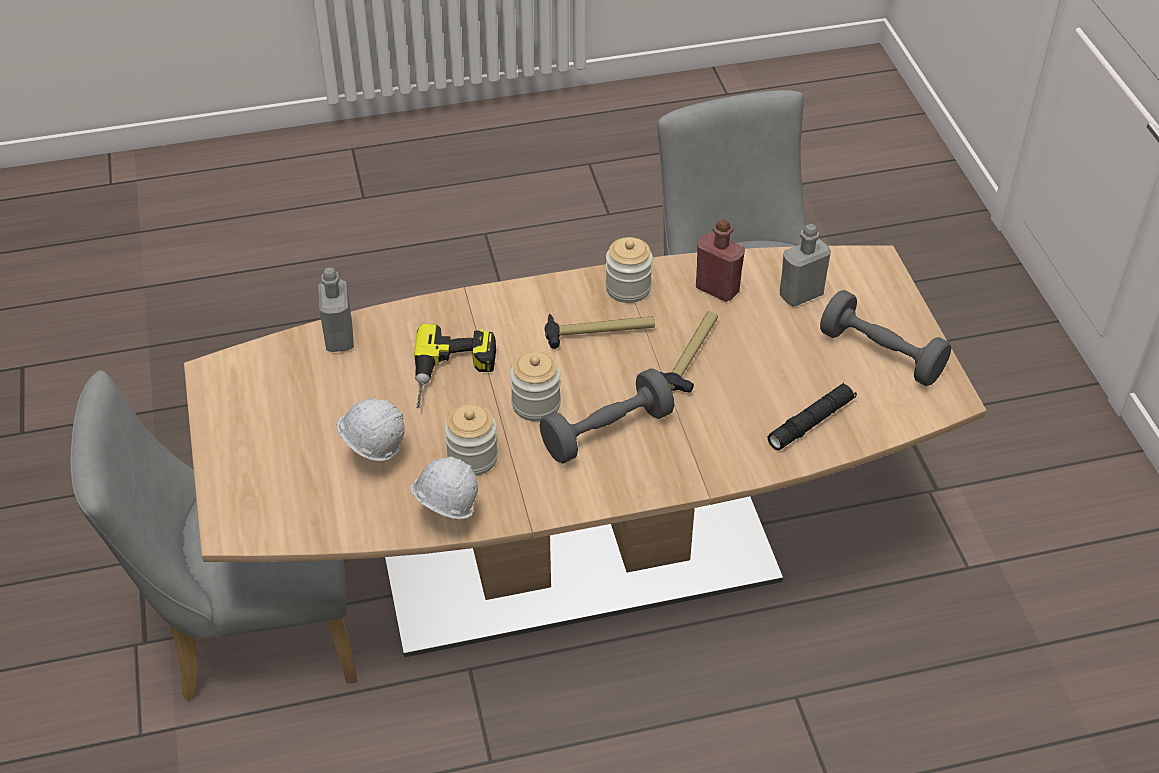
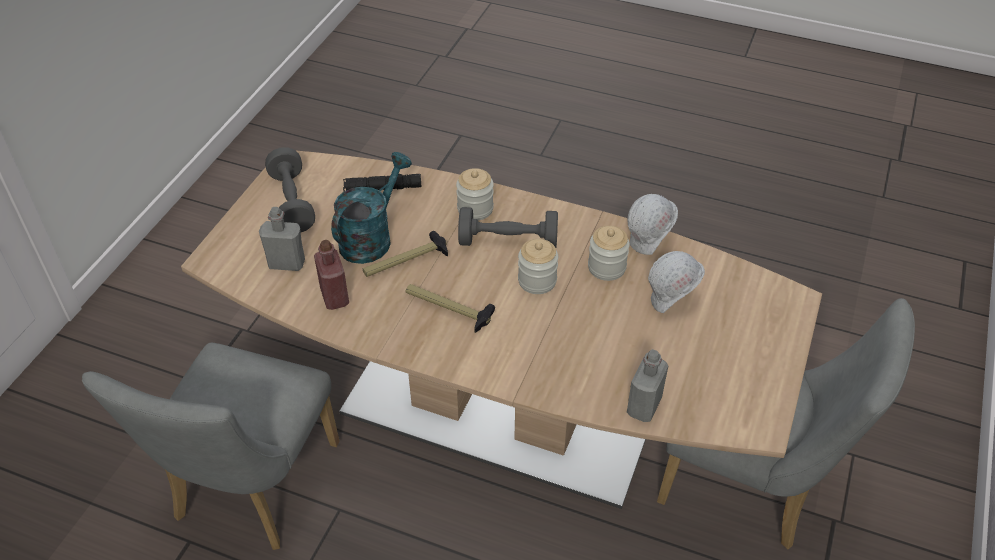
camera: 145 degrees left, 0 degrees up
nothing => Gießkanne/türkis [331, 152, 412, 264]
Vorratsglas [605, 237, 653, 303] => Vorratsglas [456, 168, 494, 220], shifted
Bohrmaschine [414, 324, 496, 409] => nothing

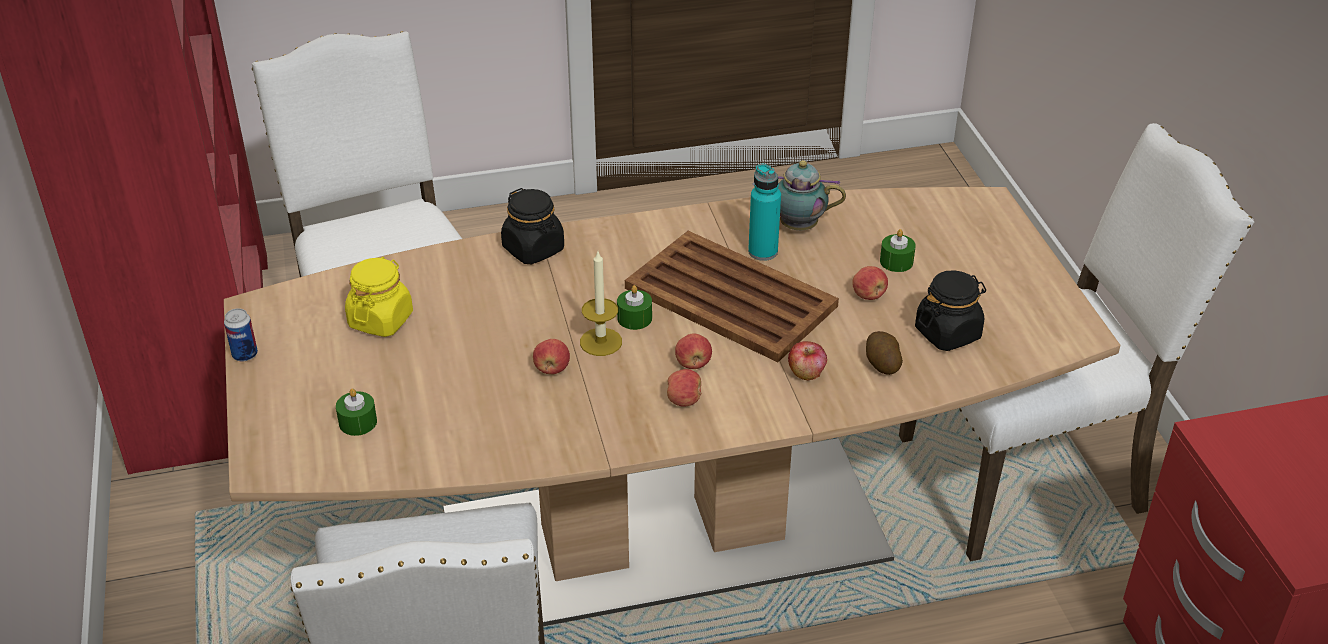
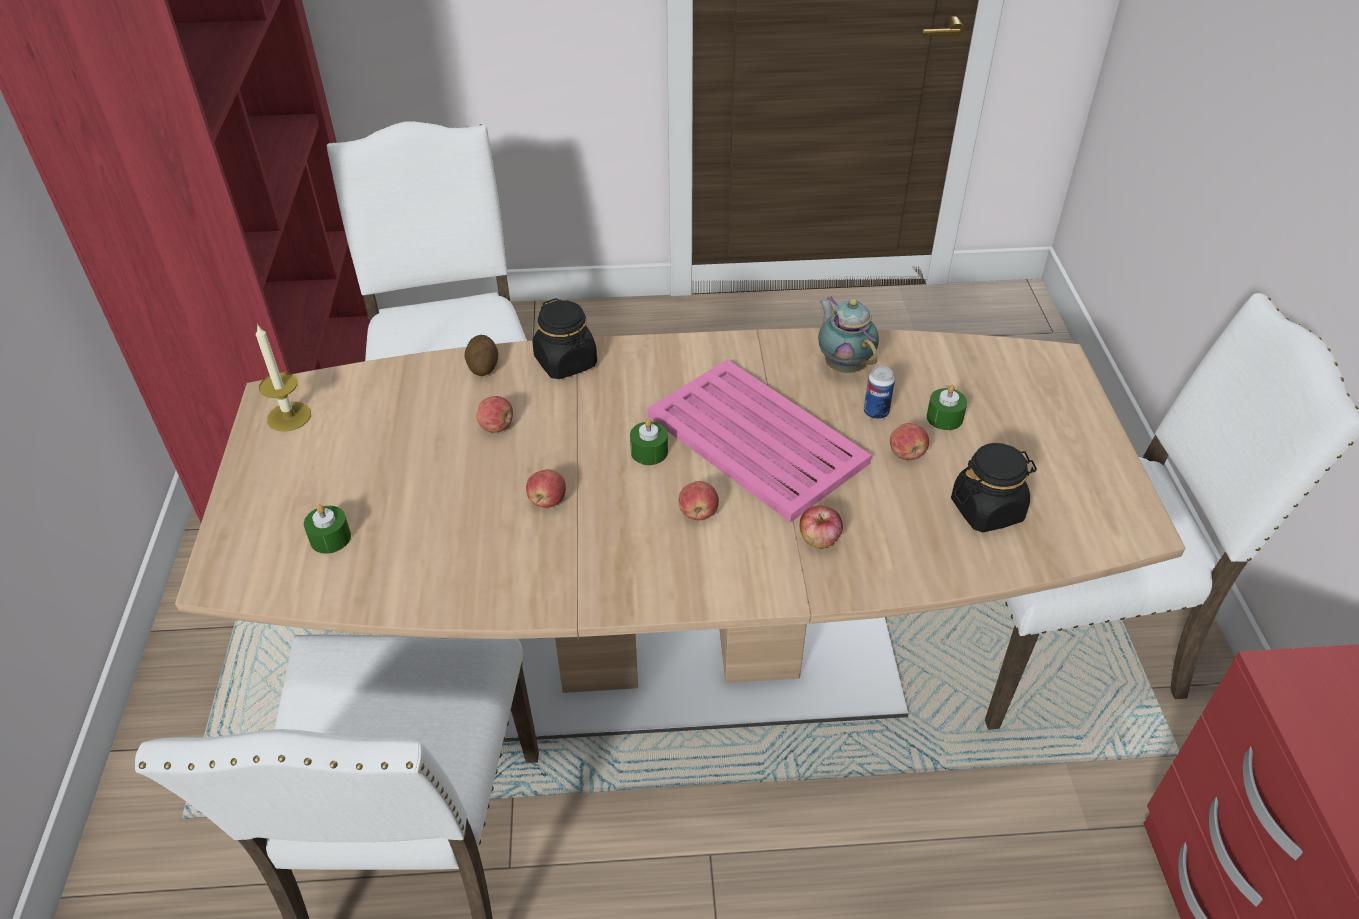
camera: 10 degrees right, 5 degrees up
Kerze [580, 252, 622, 356] => Kerze [256, 324, 311, 432], shifted
Kartoffel [866, 331, 903, 375] => Kartoffel [464, 335, 498, 376], shifted
Apfel [667, 369, 702, 407] => Apfel [476, 396, 513, 433], shifted
Tablett/braun [625, 231, 839, 362] => Tablett/rosa [647, 359, 872, 523]
Teekanne [752, 160, 846, 230] => Teekanne [818, 296, 879, 373], 45 degrees clockwise
Dose [224, 308, 258, 361] => Dose [864, 366, 895, 419], shifted
Vorratsglas/gelb [345, 257, 413, 337] => nothing
Flasche/türkis [748, 163, 781, 261] => nothing

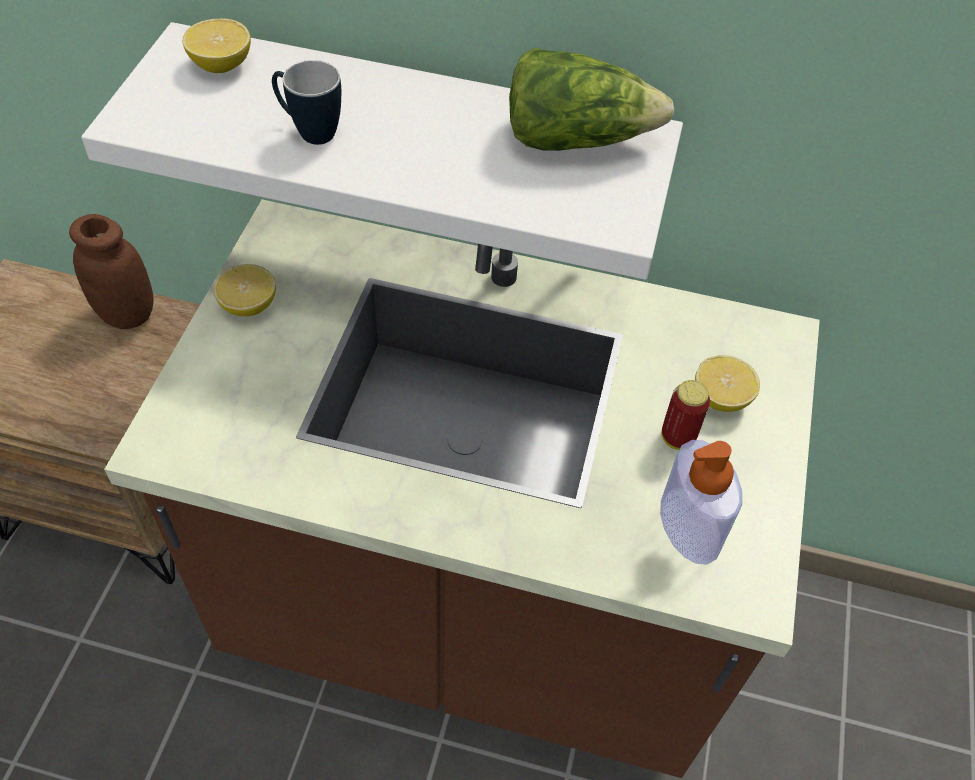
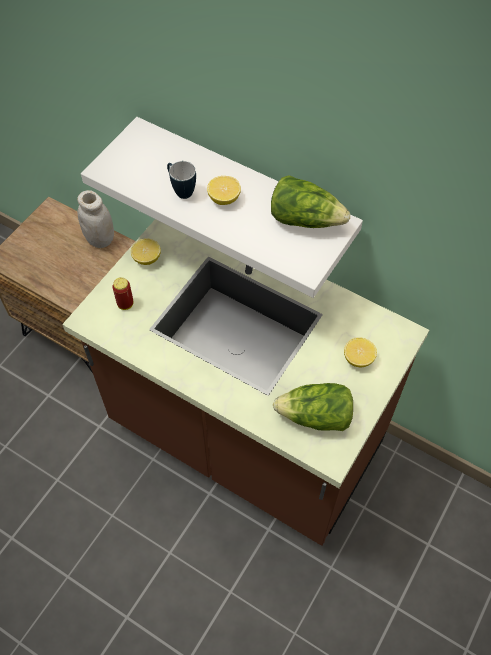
camera: 20 degrees right, 5 degrees up
Vorratsglas/braun [69, 214, 154, 329] => Vorratsglas/weiß [77, 190, 114, 248]
Dose [661, 380, 710, 450] => Dose [112, 277, 133, 310], shifted
Zitrone [182, 19, 251, 73] => Zitrone [207, 176, 241, 205], shifted
Seifenspender [660, 440, 742, 565] => Salatkopf [273, 383, 353, 431]

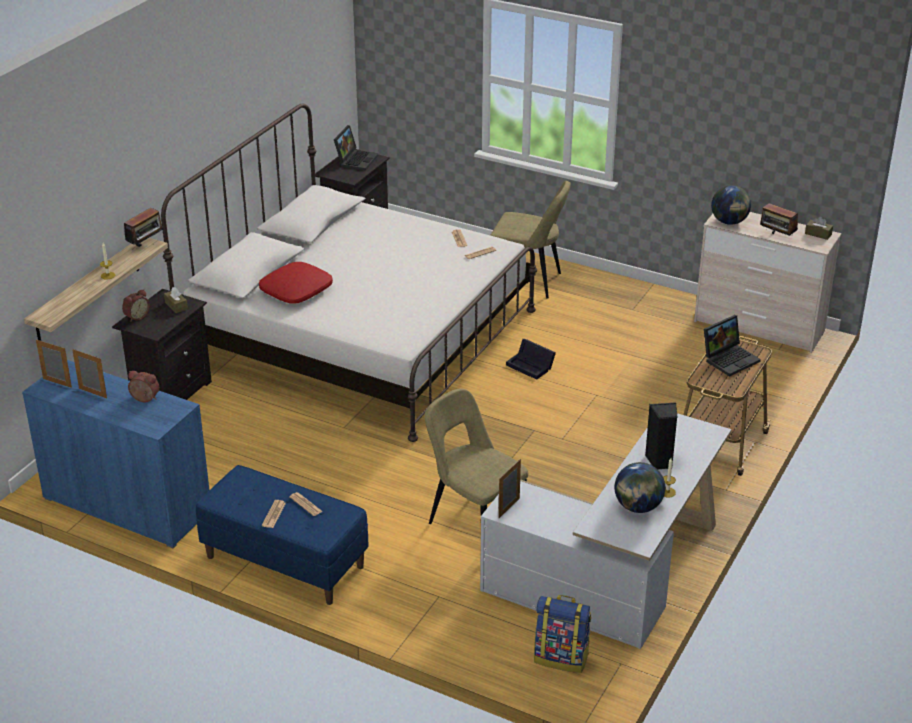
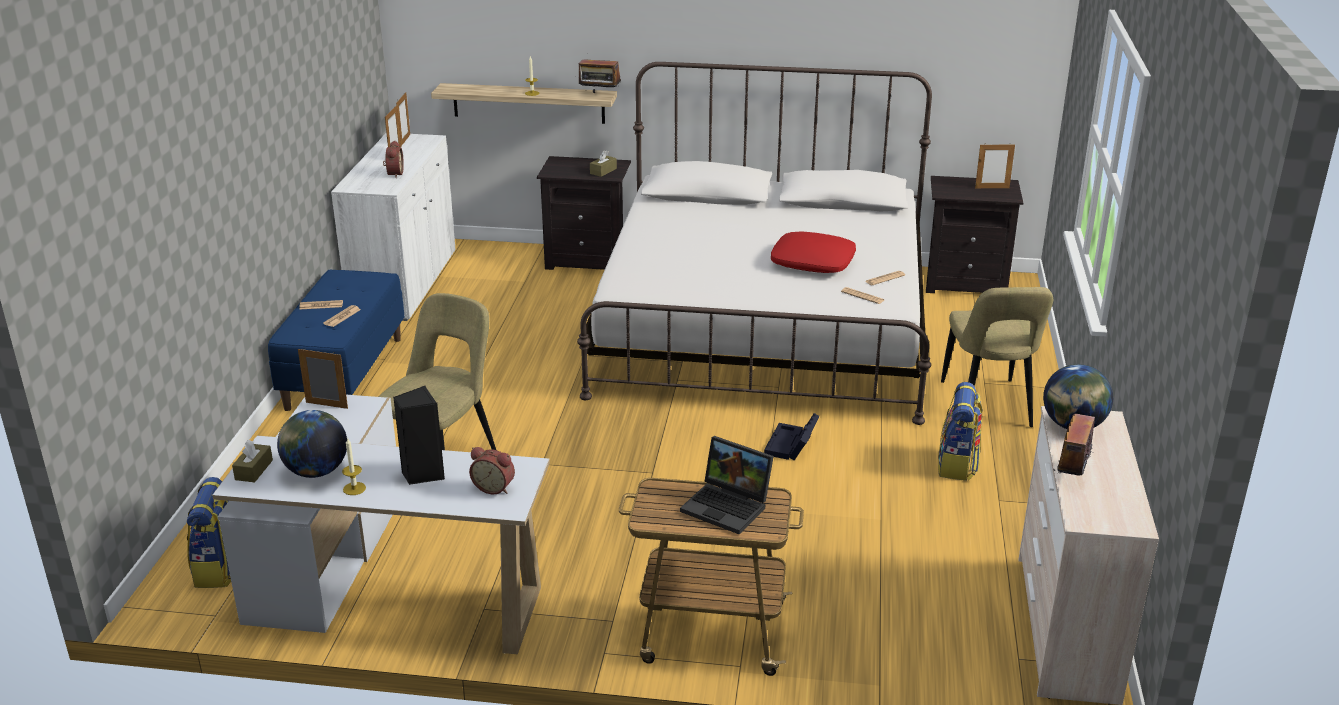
camera: 70 degrees right, 5 degrees down
Taschentuchbox/braun [805, 216, 833, 240] => Taschentuchbox/braun [232, 440, 273, 482], shifted
Schrank/blau [22, 360, 209, 548] => Schrank/weiß [331, 133, 456, 321]
Wecker [122, 289, 150, 322] => Wecker [469, 447, 515, 494], shifted
Kissen/rot [259, 262, 333, 304] => Kissen/rot [771, 231, 856, 273], shifted
nothing => Rucksack [938, 382, 983, 481]
Laptop [334, 125, 378, 171] => Bilderrahmen [975, 144, 1015, 188]

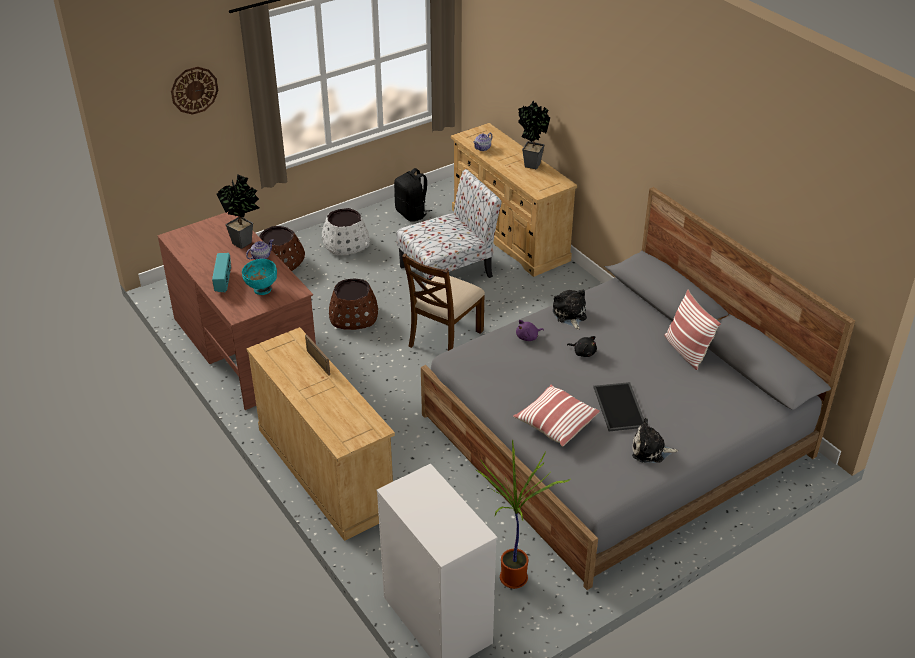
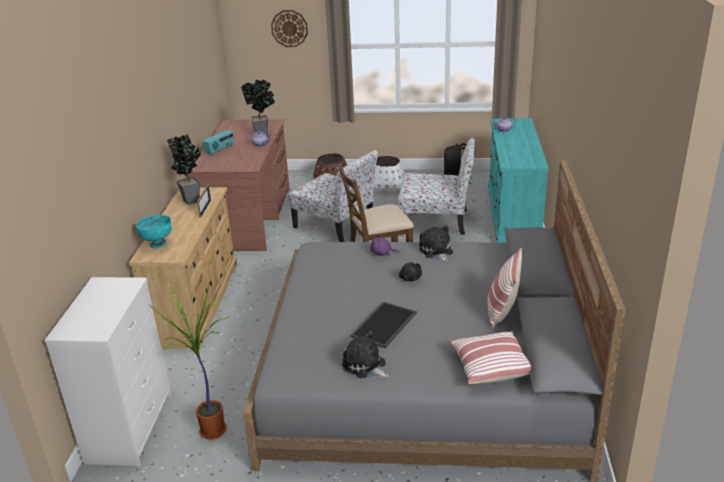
camera: 40 degrees right, 10 degrees down
Schüssel/türkis [242, 259, 277, 295] => Schüssel/türkis [136, 215, 172, 248], shifted
Topfpflanze [518, 100, 550, 169] => Topfpflanze [167, 134, 201, 205], shifted
Pflanzkübel/braun [329, 278, 378, 330] => Stuhl [288, 150, 378, 242]
Plüschtier [553, 289, 587, 330] => Plüschtier [419, 225, 453, 263], 45 degrees counterclockwise
Kissen [513, 385, 600, 447] => Kissen [449, 331, 531, 384], shifted
Kommode/beige [451, 123, 577, 277] => Kommode/türkis [488, 118, 549, 243]

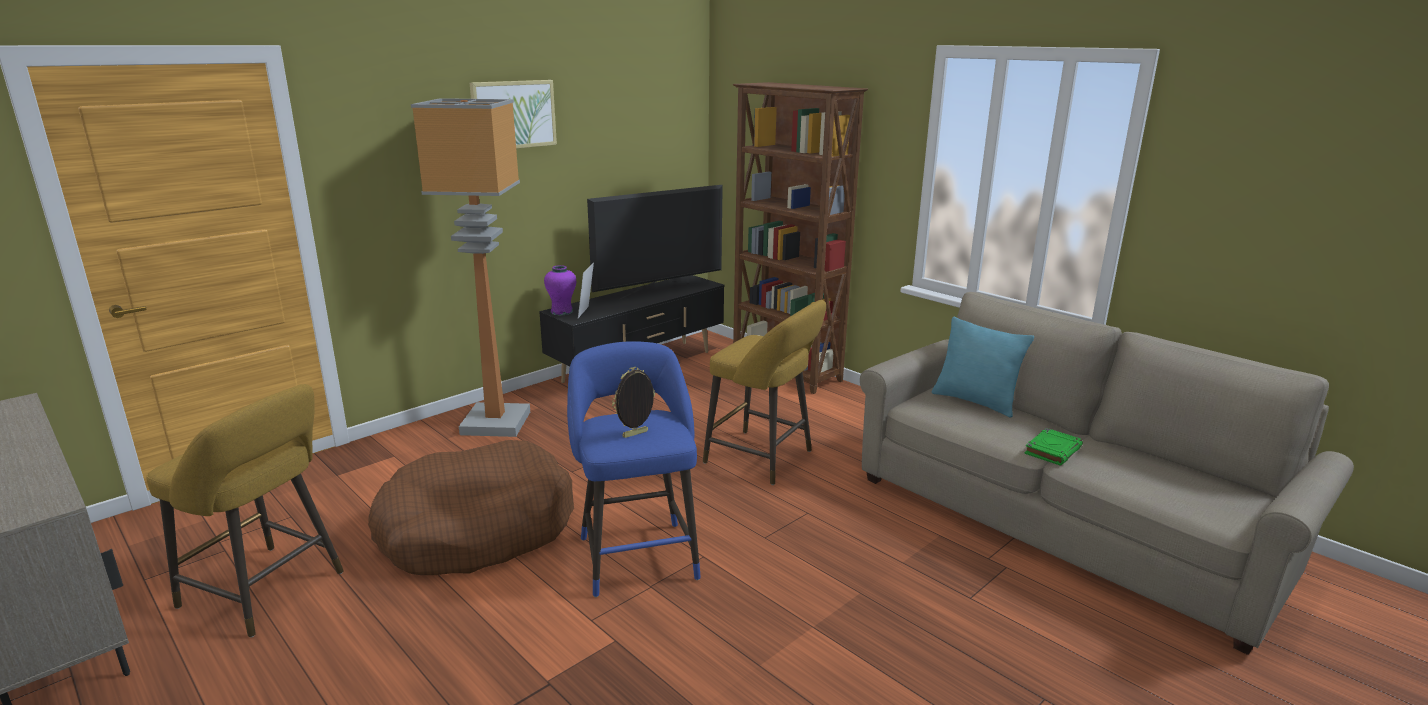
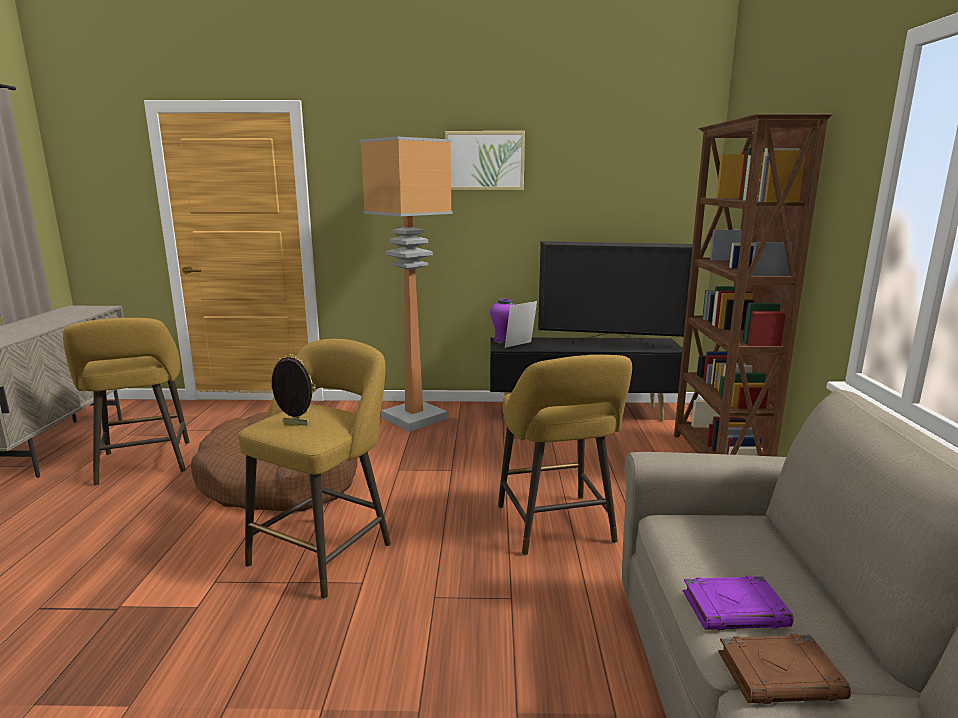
camera: 45 degrees right, 5 degrees down
Hocker/blau [567, 341, 701, 597] => Hocker/gelb [239, 339, 391, 599]
nothing => Buch/lila [683, 576, 793, 630]
Buch/grün [1024, 428, 1083, 466] => Buch/braun [718, 634, 851, 704]
Kissen/türkis [932, 317, 1034, 418] => nothing

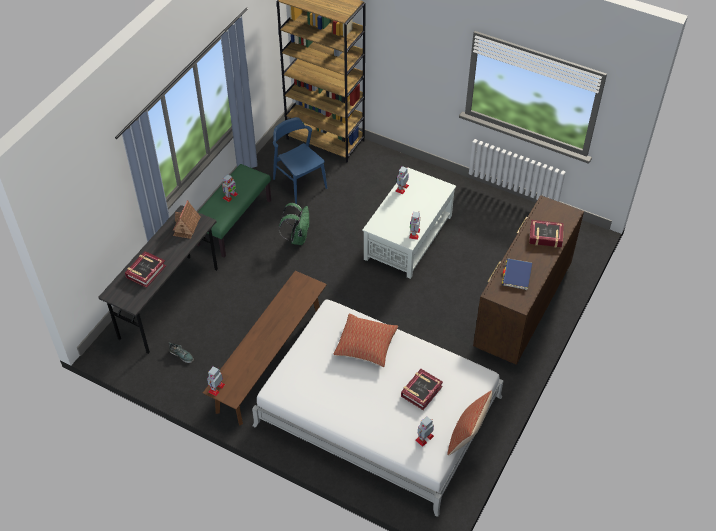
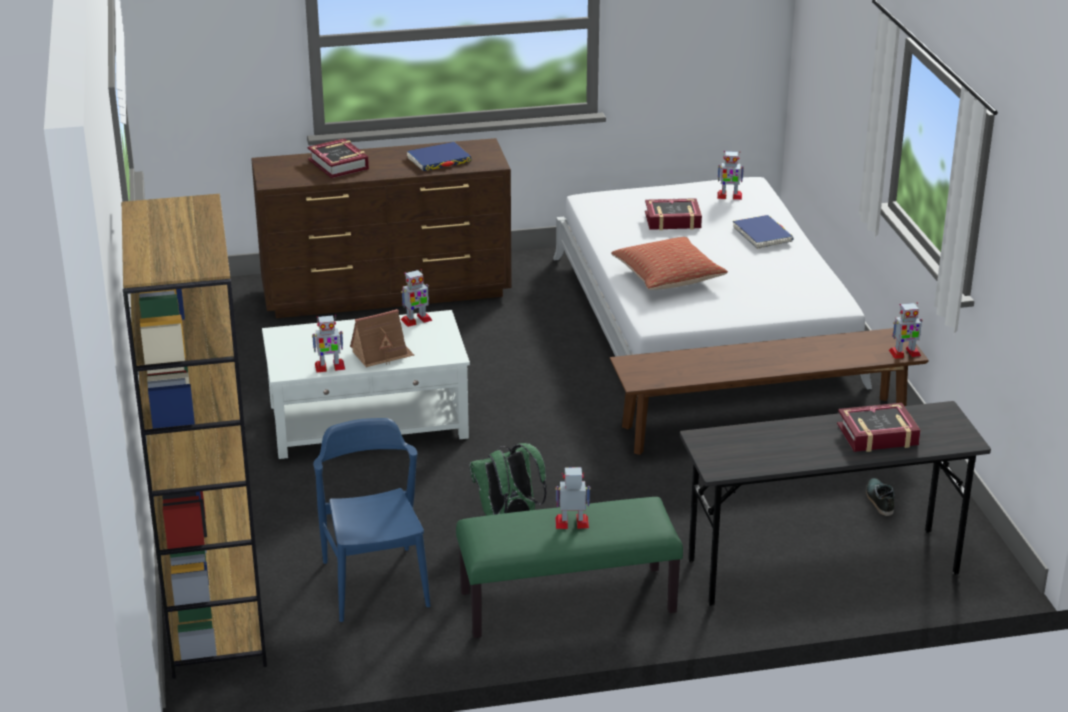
camera: 130 degrees left, 20 degrees down
Stuhl/blau [273, 117, 327, 204] => Stuhl/blau [313, 418, 431, 622], 150 degrees clockwise
Spielzeughaus [173, 200, 200, 239] => Spielzeughaus [350, 309, 414, 368], shifted
nothing => Buch/blau [733, 215, 794, 249]
Kissen [447, 391, 493, 455] => nothing

